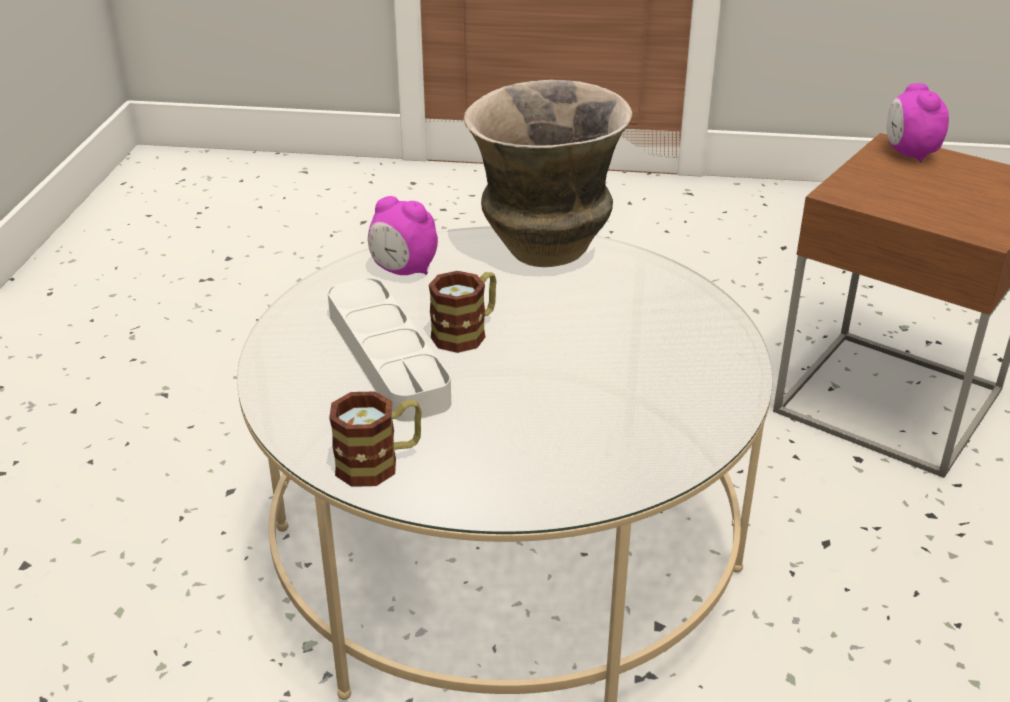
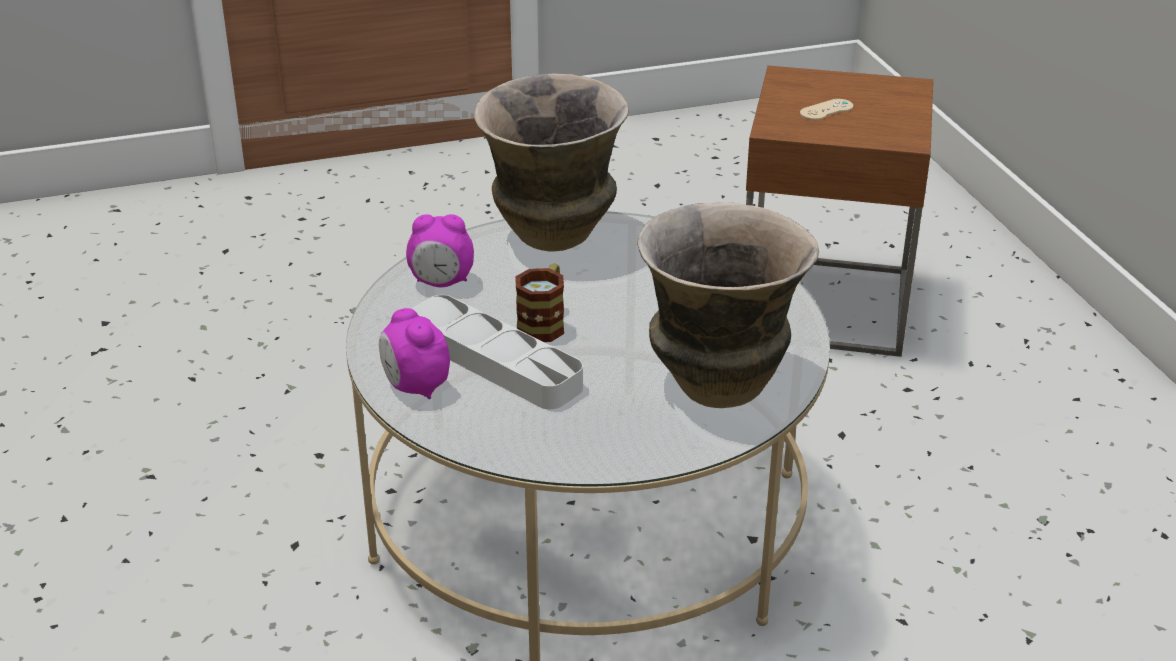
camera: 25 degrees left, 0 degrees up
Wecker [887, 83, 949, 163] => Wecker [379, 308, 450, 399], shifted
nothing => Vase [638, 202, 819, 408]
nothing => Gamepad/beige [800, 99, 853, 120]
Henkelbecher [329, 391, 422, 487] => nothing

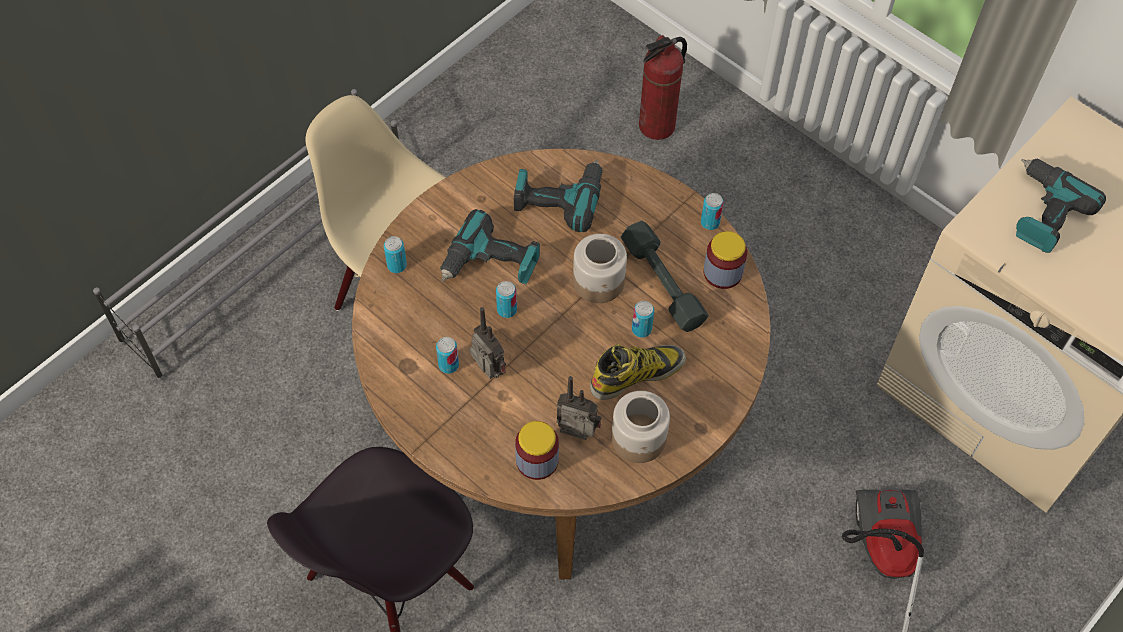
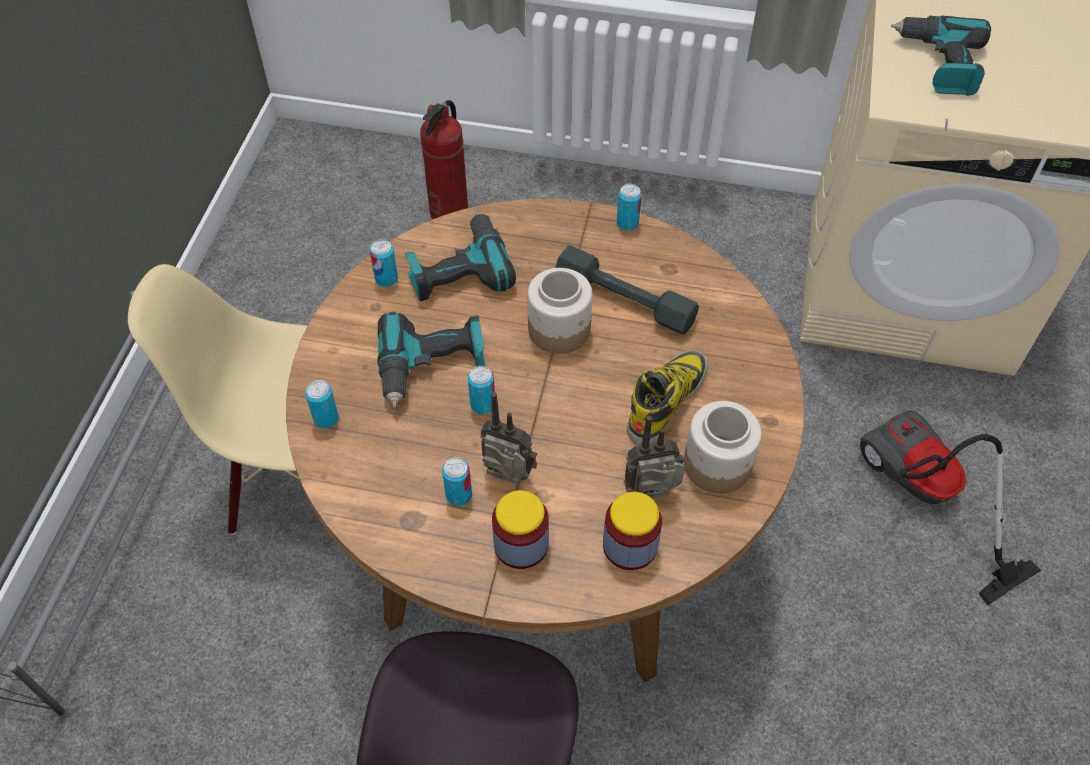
camera: 30 degrees left, 5 degrees down
Dose [632, 301, 654, 337] => Dose [370, 239, 398, 287], shifted
Vorratsglas [703, 231, 747, 289] => Vorratsglas [492, 490, 549, 569], shifted

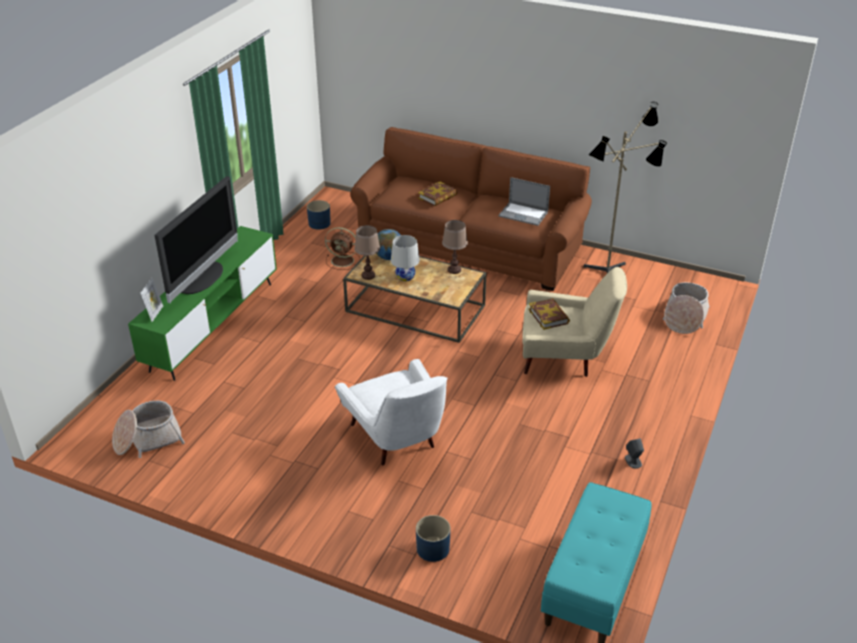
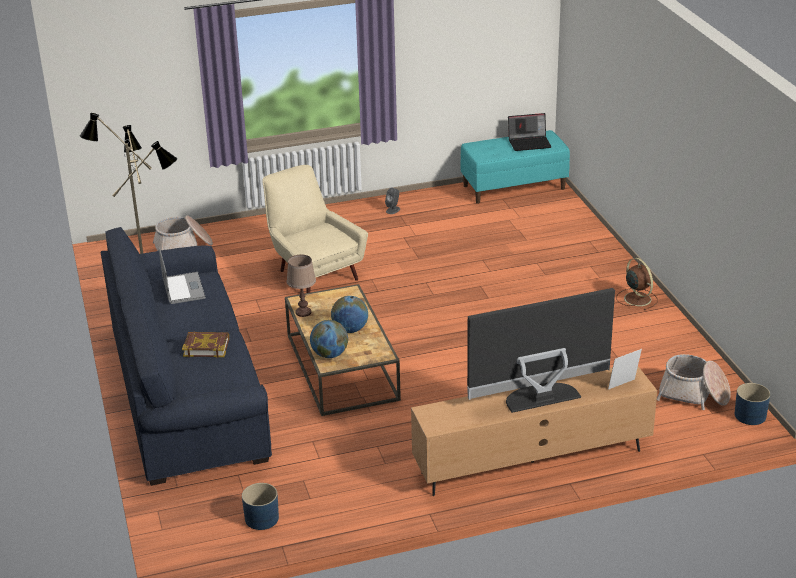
camera: 130 degrees left, 5 degrees down
Sofa/braun [350, 127, 592, 291] => Sofa/blau [100, 227, 272, 486]
Tischlampe/weiß [391, 235, 420, 282] => Globus [331, 296, 368, 333]
Fernsehschrank/grün [128, 226, 277, 381] => Fernsehschrank/braun [411, 367, 657, 496]
nothing => Laptop [508, 113, 552, 151]
Ventilator/braun [325, 227, 359, 270] => Ventilator/braun [616, 258, 658, 311], shifted
Pflanzkübel/blau [416, 515, 451, 562] => Pflanzkübel/blau [735, 383, 770, 425], shifted
Sessel/weiß [335, 359, 448, 465] => nothing
Tischlampe/braun [354, 225, 380, 280] => nothing
Buch [529, 298, 570, 330] => nothing

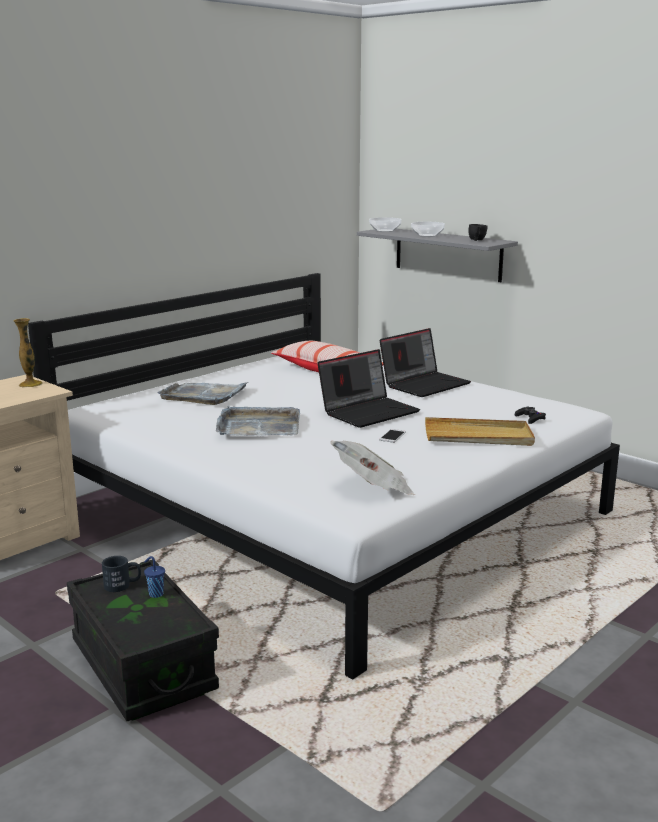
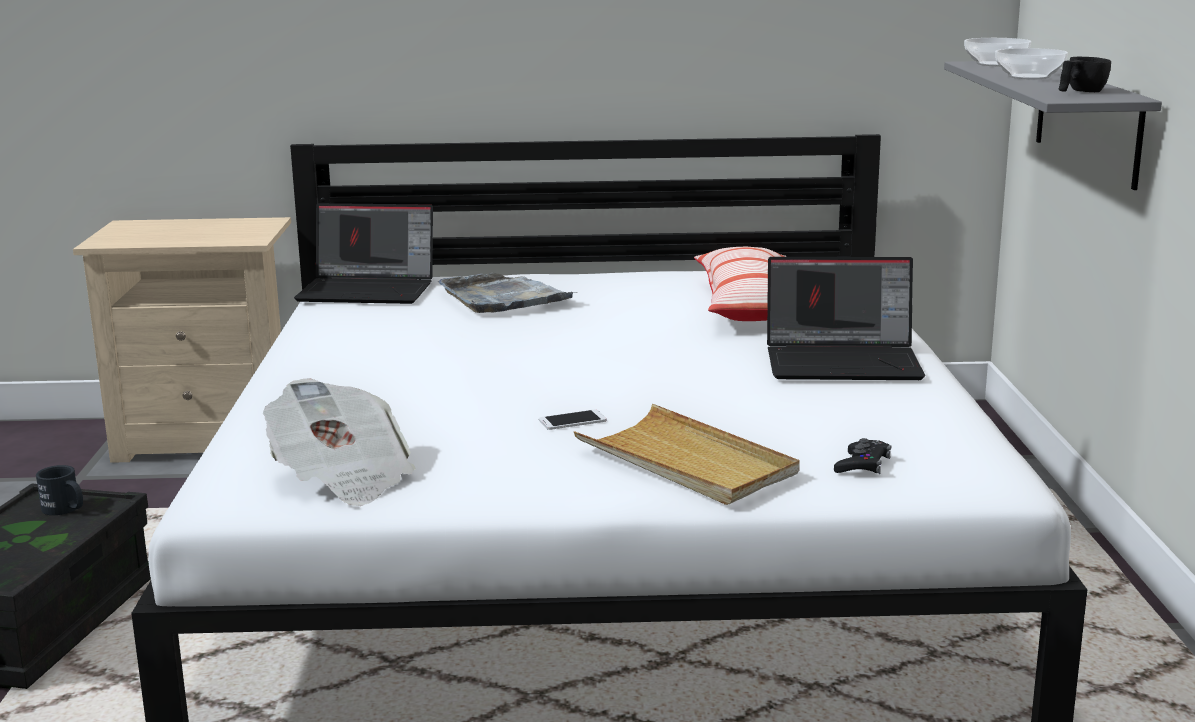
camera: 45 degrees right, 0 degrees up
Laptop [317, 349, 420, 428] => Laptop [294, 203, 433, 304], shifted
Vase [13, 318, 43, 388] => nothing
Tasse/blau [144, 556, 165, 598] => nothing
Tablett/grau [216, 406, 300, 436] => nothing

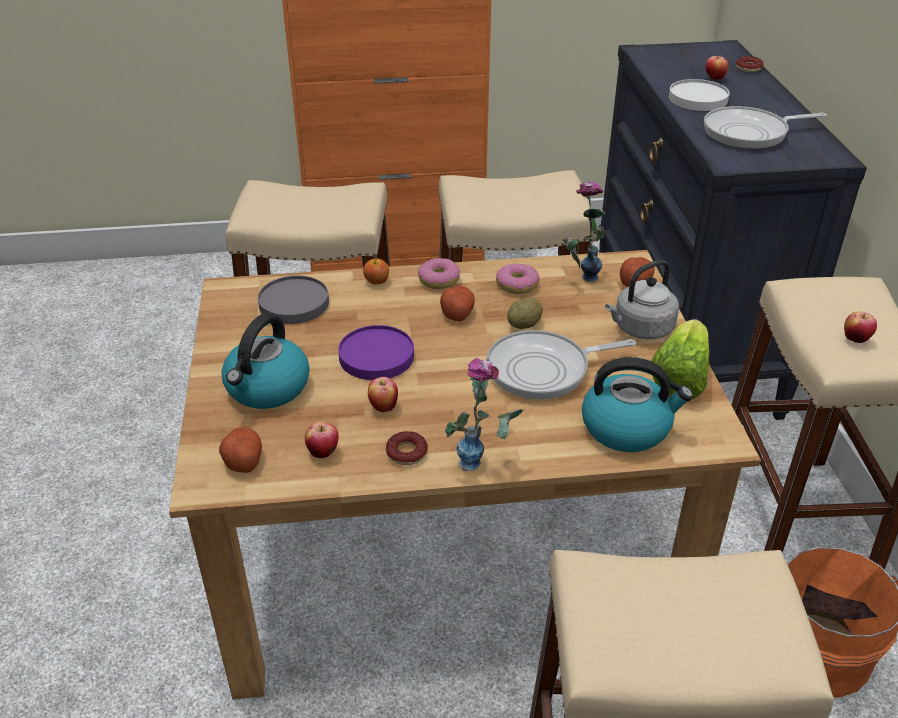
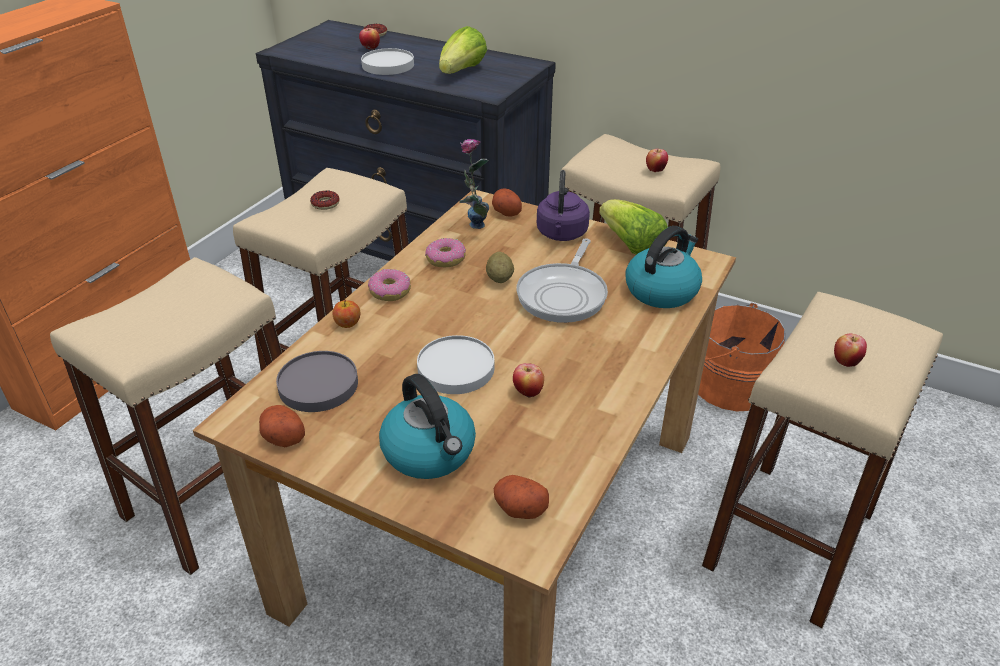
camera: 55 degrees left, 0 degrees up
Kartoffel [440, 286, 475, 321] => Kartoffel [259, 405, 305, 447], shifted
Donut [386, 431, 428, 465] => Donut [310, 191, 340, 210], shifted
Teller/lila [338, 325, 414, 380] => Teller/weiß [417, 335, 494, 394]
Pfanne [704, 106, 827, 149] => Salatkopf [439, 26, 487, 74]
Wasserkessel/grau [605, 260, 679, 339] => Wasserkessel/lila [537, 170, 590, 241]
Apfel [305, 421, 339, 458] => Apfel [834, 334, 867, 367], shifted
Vase [445, 358, 524, 471] => nothing

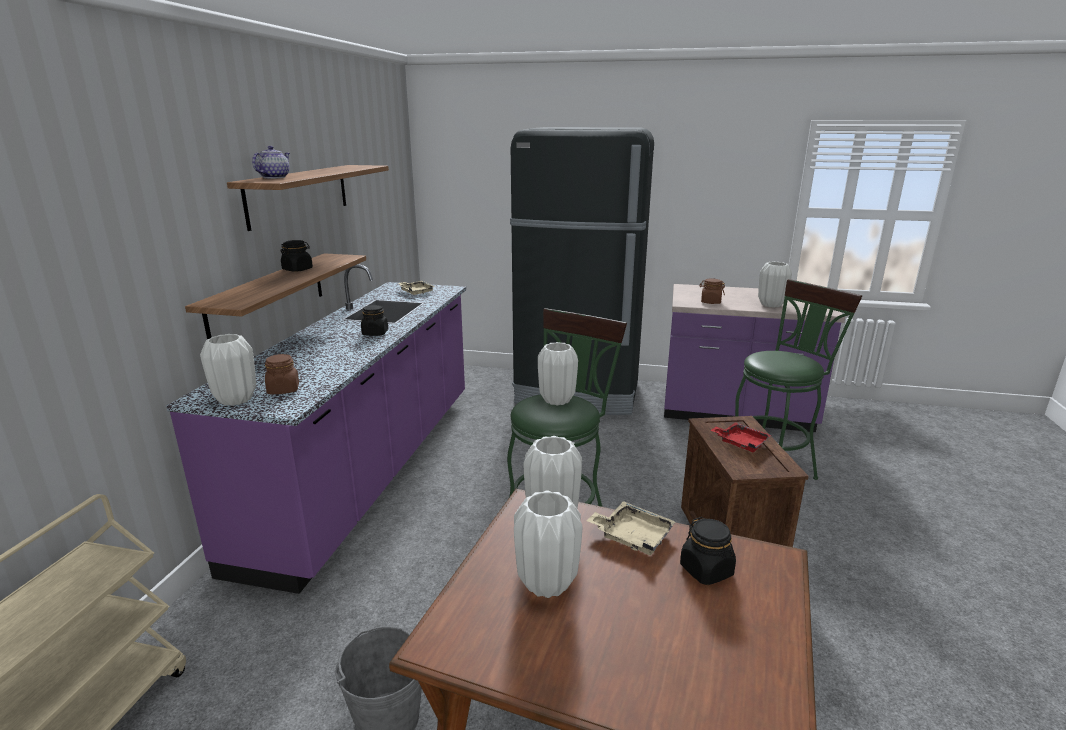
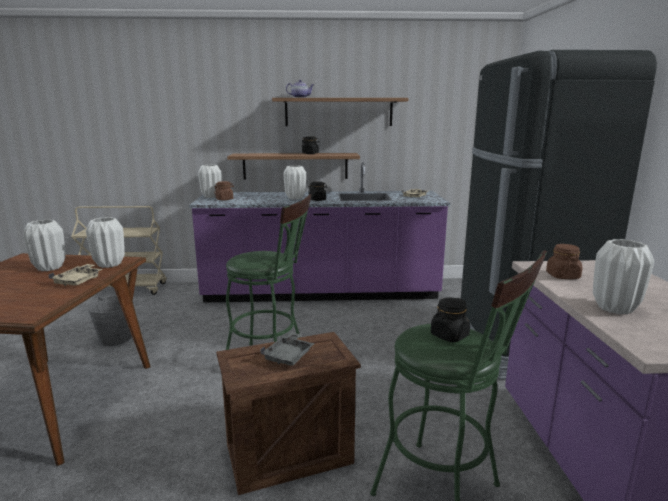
camera: 75 degrees right, 5 degrees down
Tablett/rot [710, 422, 771, 452] => Tablett/grau [260, 332, 315, 366]
Vase/weiß [538, 342, 578, 405] => Vase/weiß [283, 165, 306, 199], shifted
Vorratsglas/schwarz [680, 517, 736, 585] => Vorratsglas/schwarz [431, 297, 470, 342], shifted

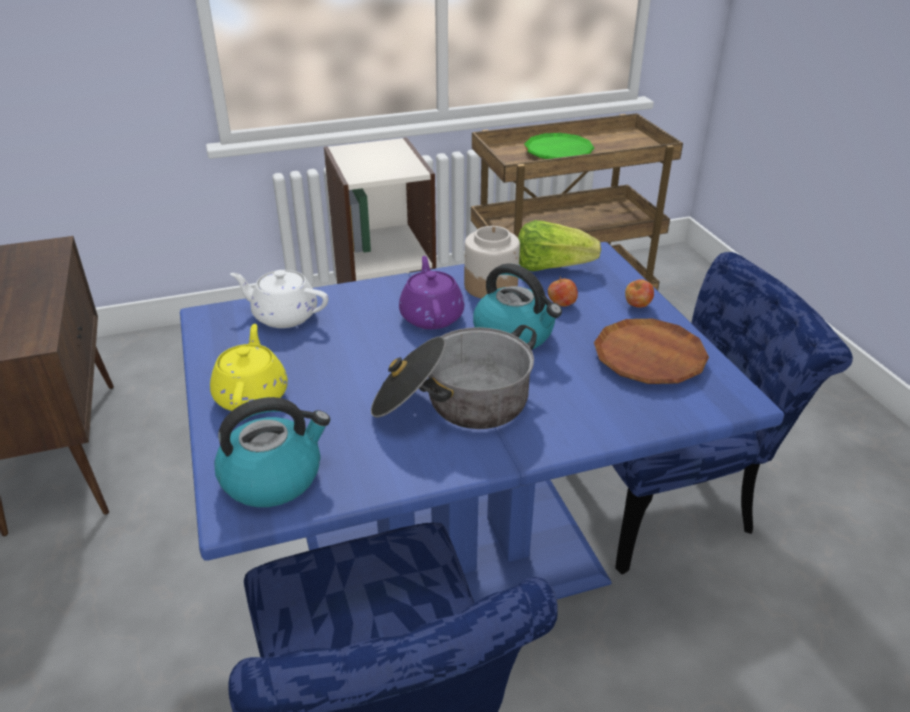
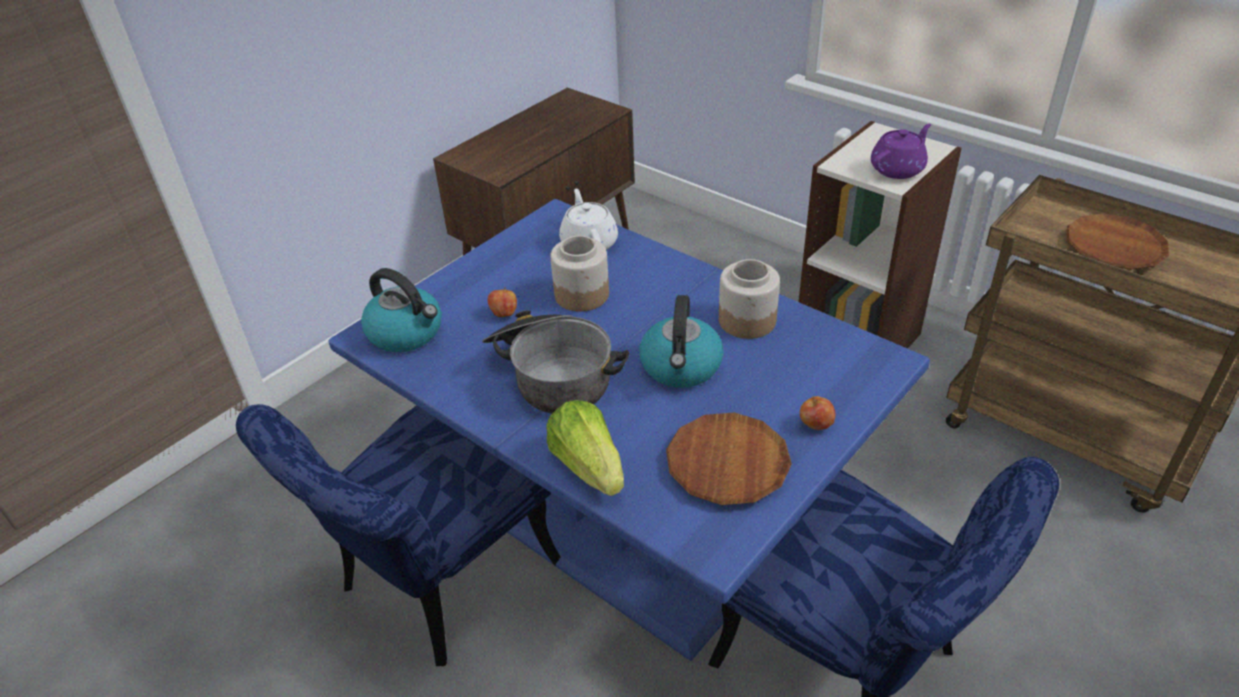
camera: 60 degrees right, 5 degrees up
Apfel [548, 276, 578, 307] => Apfel [488, 287, 517, 317], shifted
Salatkopf [518, 220, 601, 271] => Salatkopf [546, 400, 624, 496], shifted
nothing => Vorratsglas [550, 236, 609, 312]
Teekanne/lila [399, 256, 464, 329] => Teekanne/lila [871, 124, 931, 179], shifted
Teller/grün [524, 133, 594, 159] => Teller/braun [1066, 213, 1169, 270]
Teekanne/gelb [210, 324, 288, 411] => nothing

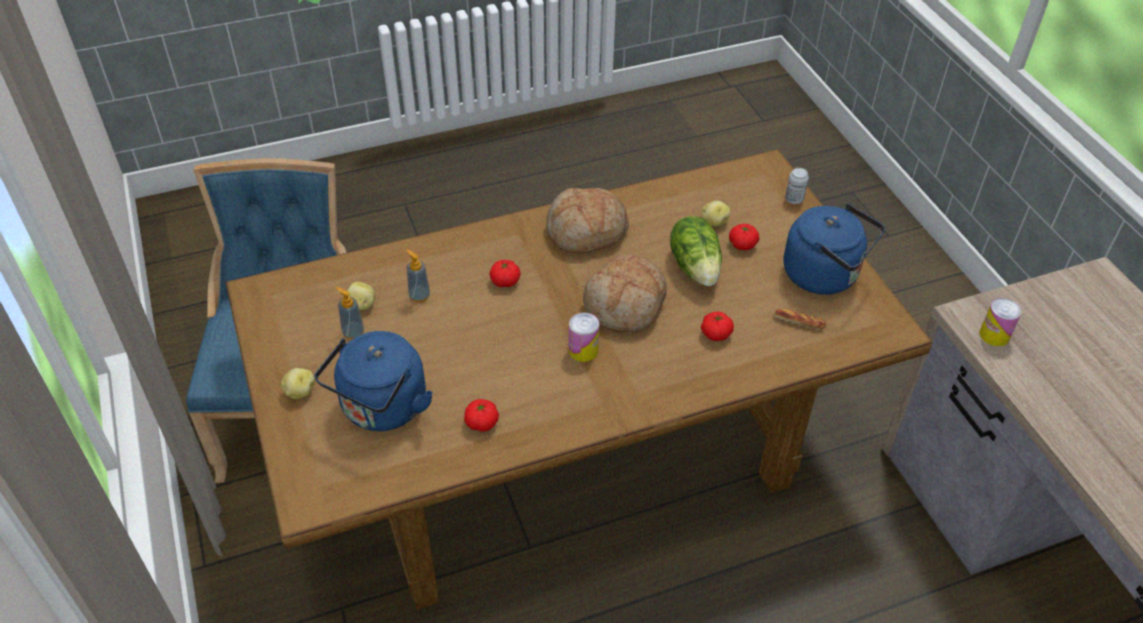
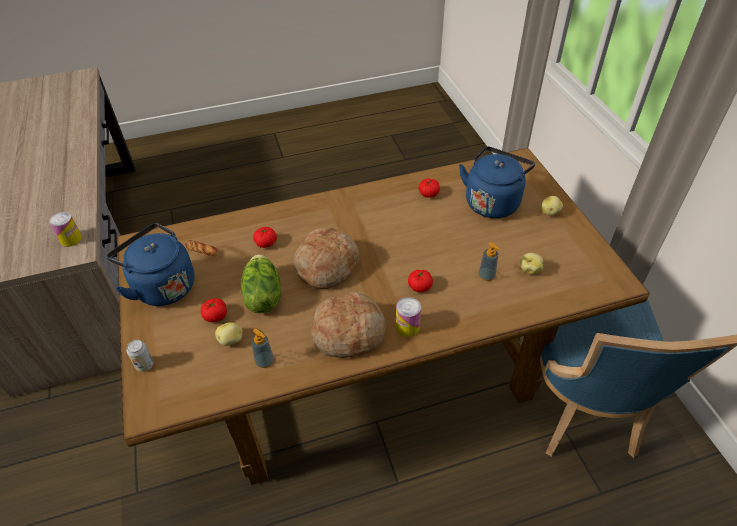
camera: 175 degrees left, 0 degrees up
Seifenspender [336, 287, 364, 339] => Seifenspender [251, 329, 274, 368], shifted
Dose [569, 313, 599, 362] => Dose [396, 297, 421, 337], shifted

